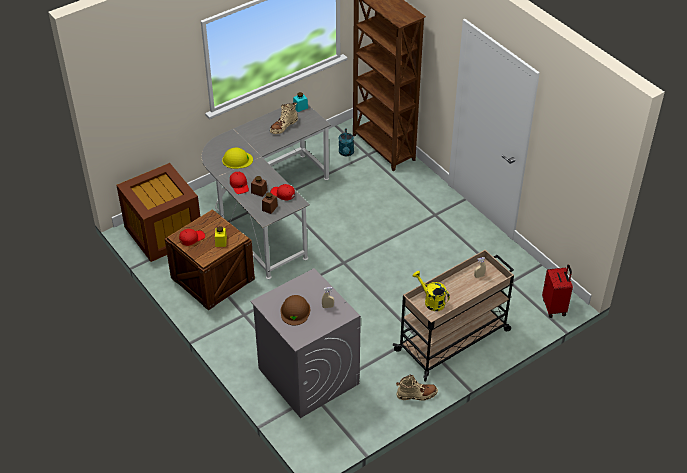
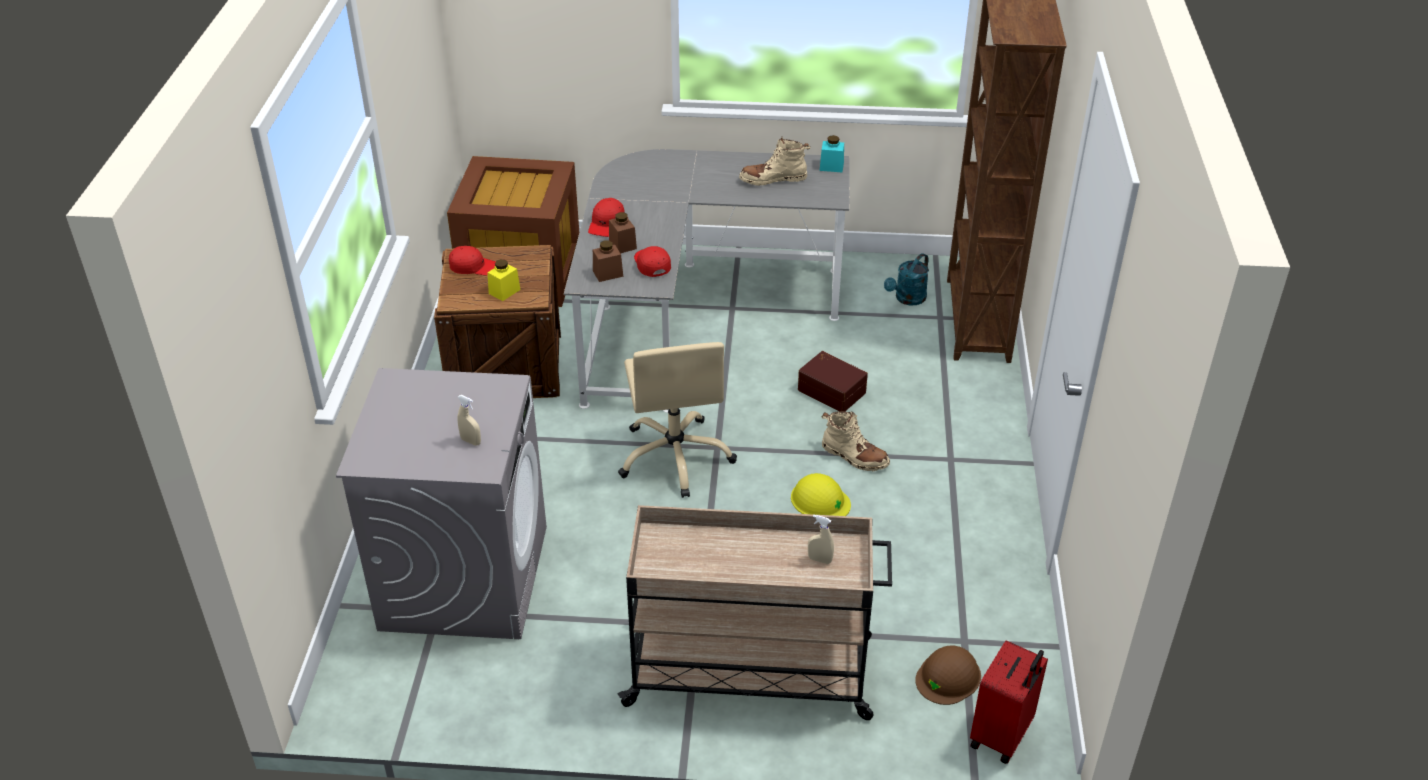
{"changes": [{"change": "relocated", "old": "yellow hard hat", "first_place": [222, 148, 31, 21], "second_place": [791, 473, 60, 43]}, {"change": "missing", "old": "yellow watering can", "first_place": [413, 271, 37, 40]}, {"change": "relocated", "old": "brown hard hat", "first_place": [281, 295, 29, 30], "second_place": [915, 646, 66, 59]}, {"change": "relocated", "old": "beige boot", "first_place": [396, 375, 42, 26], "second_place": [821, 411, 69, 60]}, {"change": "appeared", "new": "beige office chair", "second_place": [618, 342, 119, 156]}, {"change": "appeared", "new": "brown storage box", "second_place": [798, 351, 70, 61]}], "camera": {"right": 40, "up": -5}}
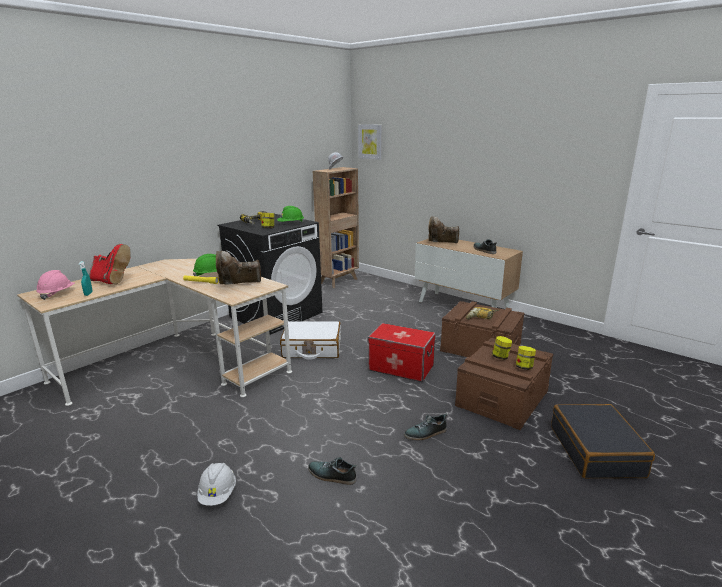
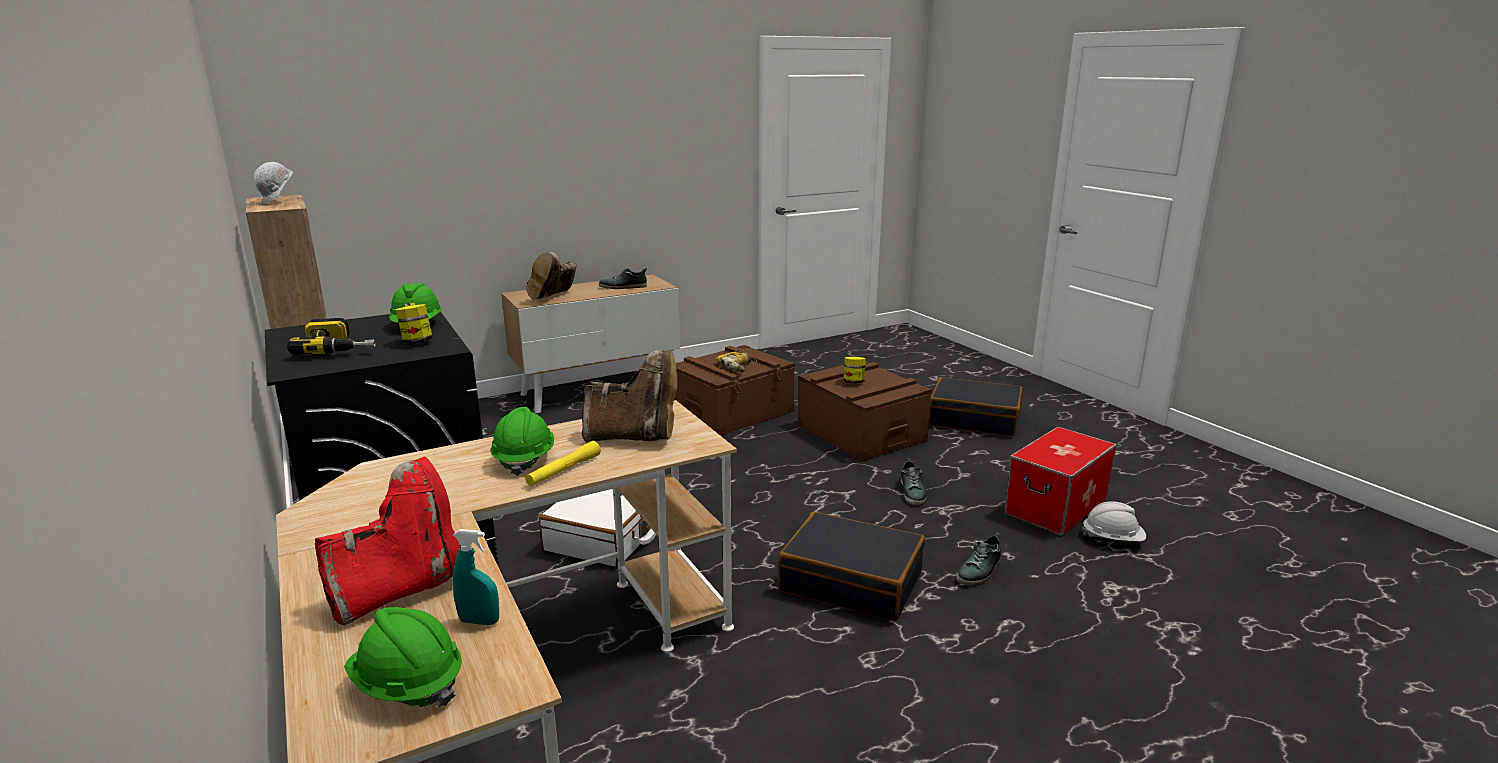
{"changes": [{"change": "missing", "old": "picture", "first_place": [358, 124, 24, 36]}, {"change": "spun", "old": "brown boot", "first_place": [216, 251, 45, 33], "second_place": [582, 350, 96, 93], "degrees": -90}, {"change": "colour", "old": "pink hard hat", "new": "green hard hat", "first_place": [36, 270, 39, 30], "second_place": [344, 607, 118, 101]}, {"change": "relocated", "old": "storage box", "first_place": [368, 323, 68, 59], "second_place": [1004, 427, 113, 109]}, {"change": "missing", "old": "jar", "first_place": [516, 346, 20, 24]}, {"change": "relocated", "old": "white hard hat", "first_place": [197, 463, 39, 43], "second_place": [1082, 501, 64, 40]}, {"change": "appeared", "new": "black suitcase", "second_place": [778, 512, 147, 109]}], "camera": {"right": -70, "up": 0}}
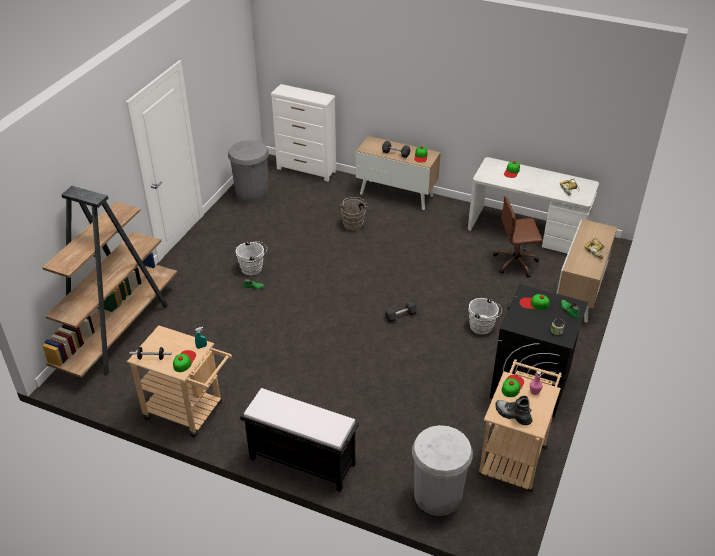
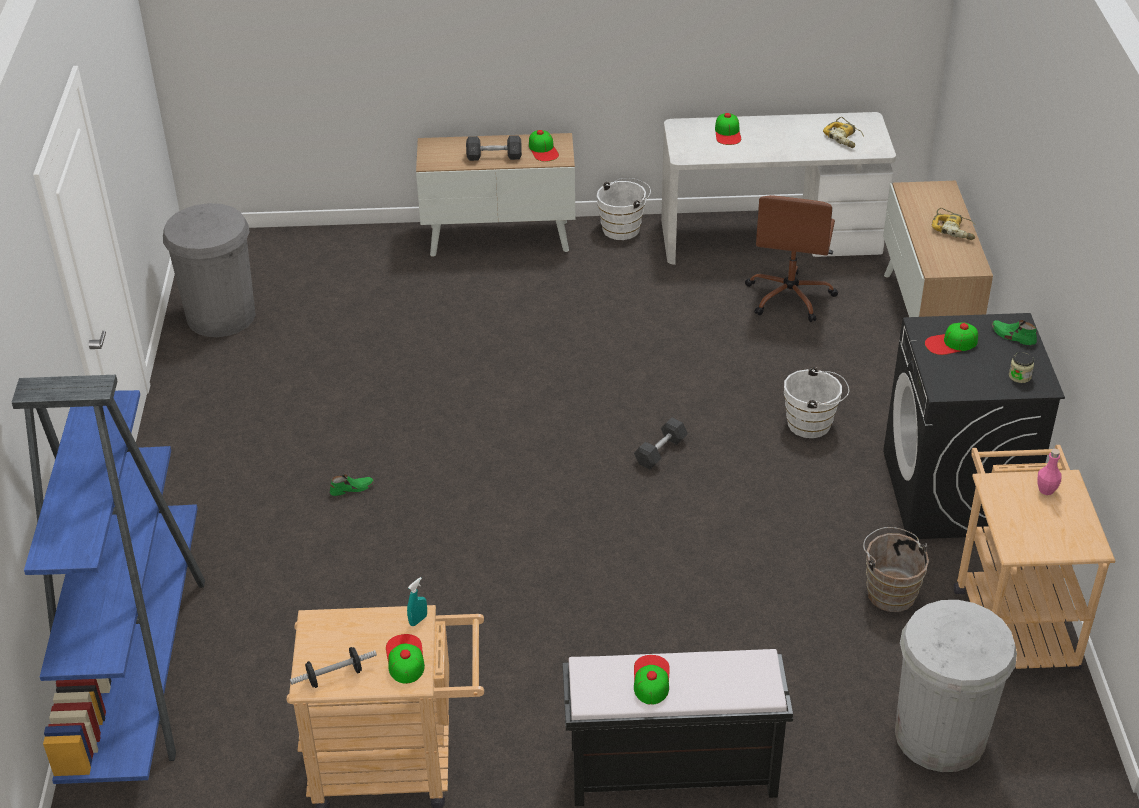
{"changes": [{"change": "missing", "old": "white dresser", "first_place": [271, 84, 65, 97]}, {"change": "colour", "old": "brown bookcase", "new": "blue bookcase", "first_place": [42, 186, 135, 192], "second_place": [12, 375, 193, 409]}, {"change": "spun", "old": "brown office chair", "first_place": [493, 196, 50, 82], "second_place": [745, 195, 93, 127], "degrees": -45}, {"change": "relocated", "old": "brown bucket", "first_place": [341, 197, 25, 34], "second_place": [863, 527, 66, 85]}, {"change": "relocated", "old": "white bucket", "first_place": [235, 241, 32, 34], "second_place": [597, 178, 54, 62]}, {"change": "relocated", "old": "cap", "first_place": [502, 375, 22, 22], "second_place": [634, 655, 36, 50]}, {"change": "missing", "old": "boot", "first_place": [495, 396, 38, 29]}], "camera": {"right": -25, "up": 0}}
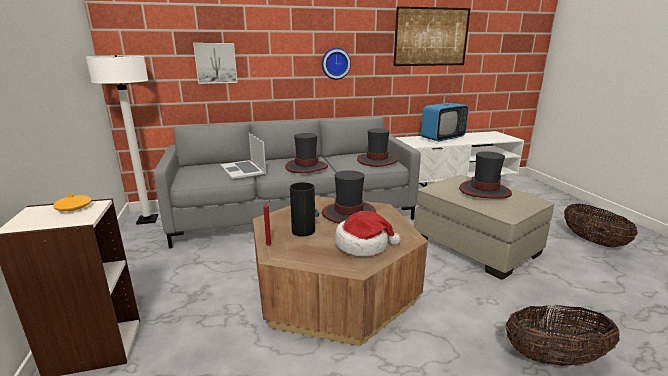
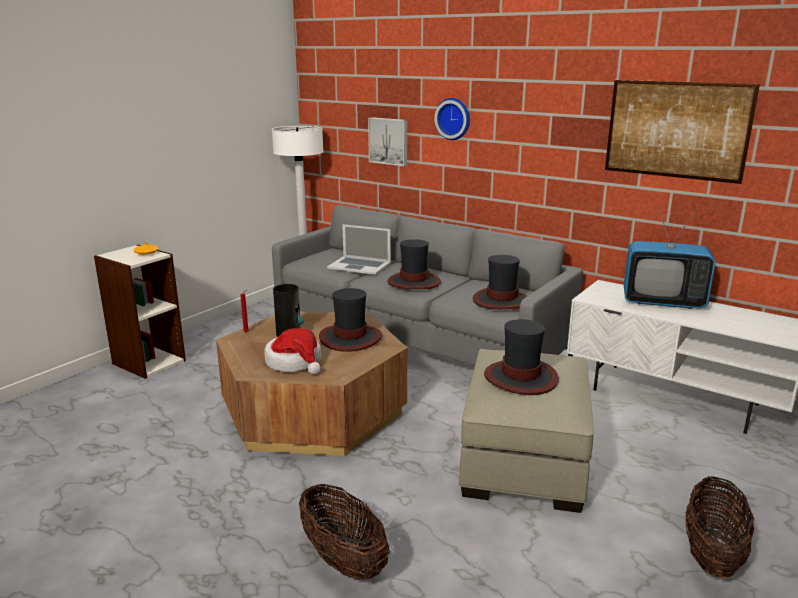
{"changes": [{"change": "relocated", "old": "wall clock", "first_place": [322, 48, 29, 32], "second_place": [434, 98, 36, 42]}, {"change": "spun", "old": "laptop", "first_place": [220, 133, 46, 46], "second_place": [327, 224, 64, 51], "degrees": -90}], "camera": {"right": 50, "up": 0}}
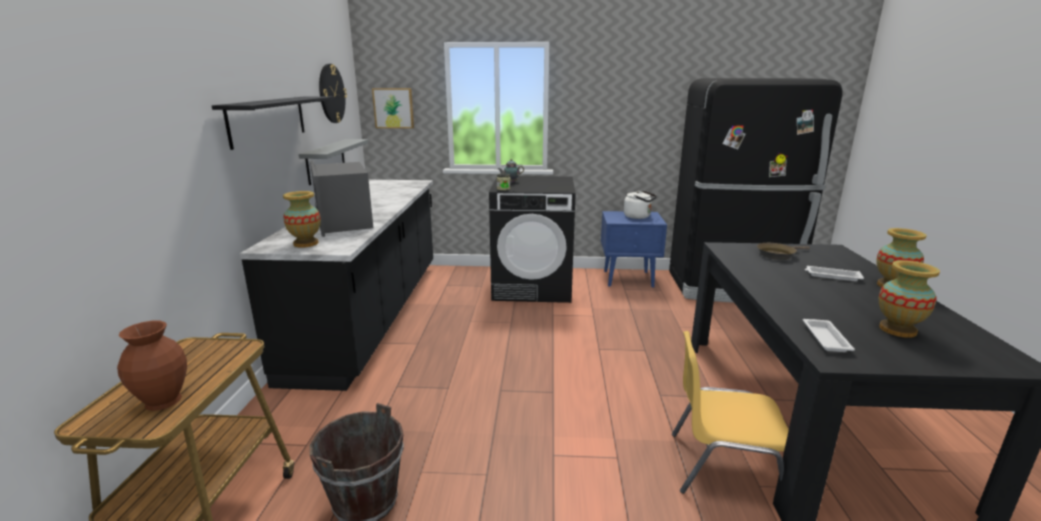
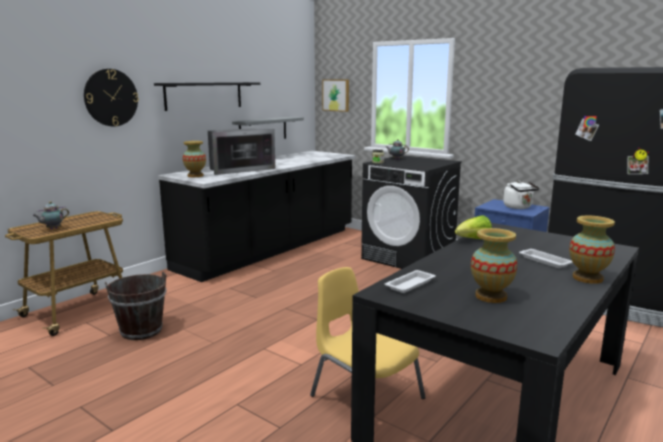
{"changes": [{"change": "relocated", "old": "wall clock", "first_place": [319, 64, 28, 59], "second_place": [84, 69, 55, 57]}, {"change": "spun", "old": "microwave", "first_place": [310, 161, 63, 76], "second_place": [208, 128, 67, 47], "degrees": -135}, {"change": "missing", "old": "brown frying pan", "first_place": [757, 243, 53, 17]}, {"change": "exchanged", "old": "brown vase", "new": "teapot", "first_place": [117, 321, 70, 90], "second_place": [32, 201, 37, 28]}, {"change": "appeared", "new": "lettuce", "second_place": [455, 215, 37, 24]}], "camera": {"right": 35, "up": -5}}
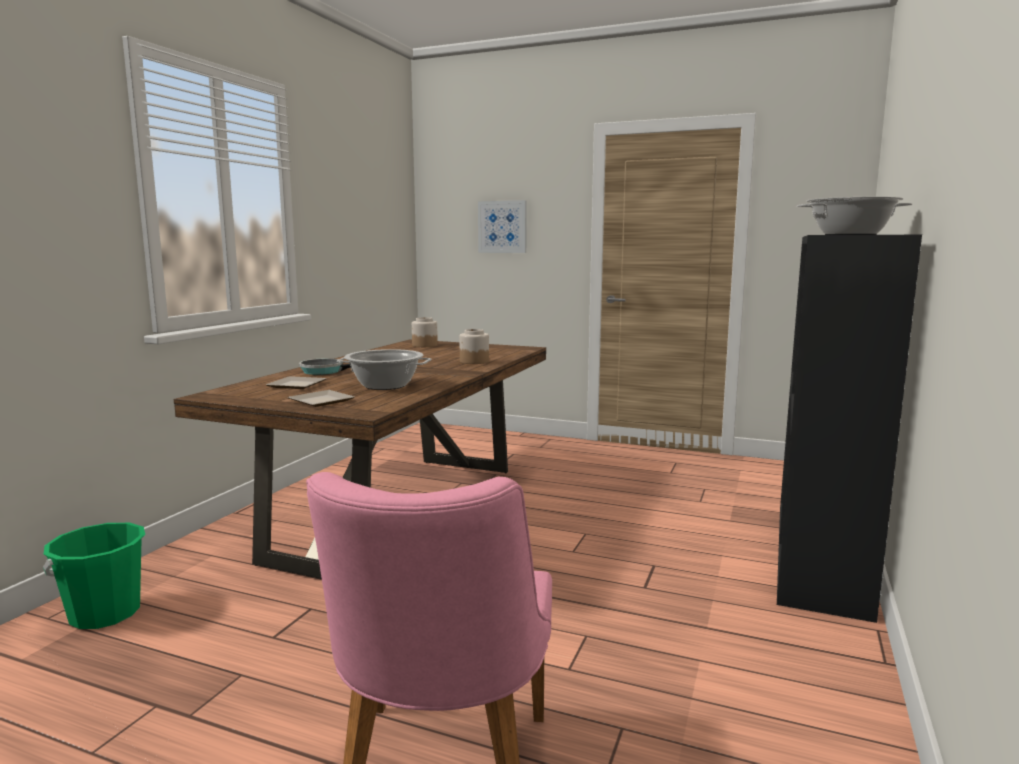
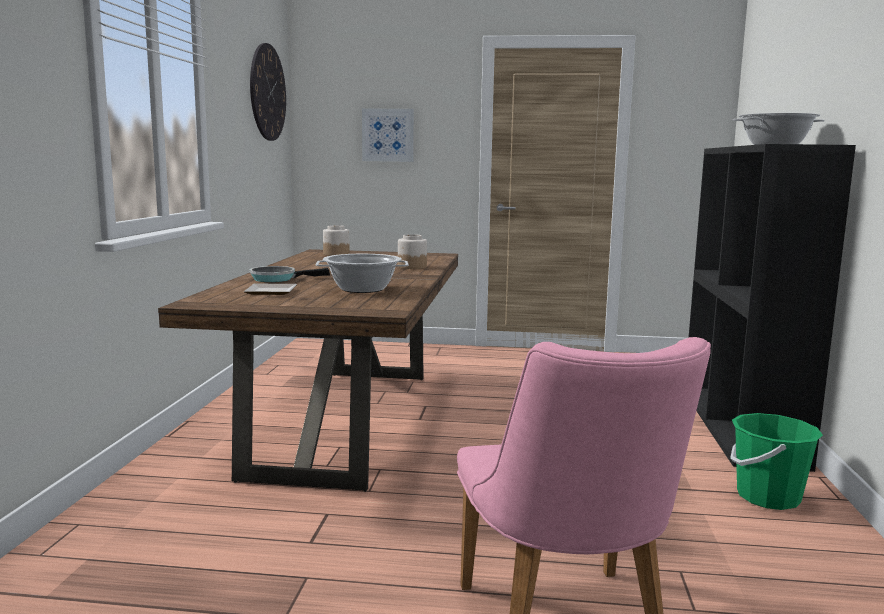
{"changes": [{"change": "missing", "old": "plate", "first_place": [288, 390, 67, 17]}, {"change": "relocated", "old": "green bucket", "first_place": [43, 523, 102, 106], "second_place": [730, 413, 93, 97]}, {"change": "appeared", "new": "wall clock", "second_place": [250, 43, 36, 98]}], "camera": {"right": -15, "up": 0}}
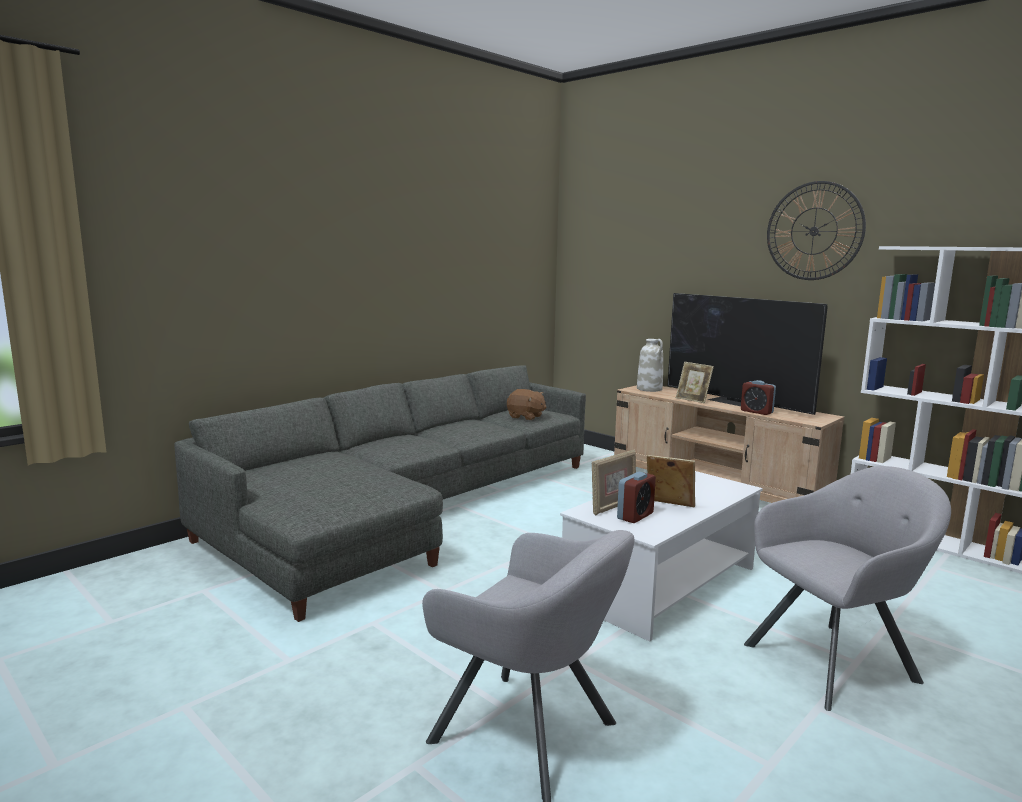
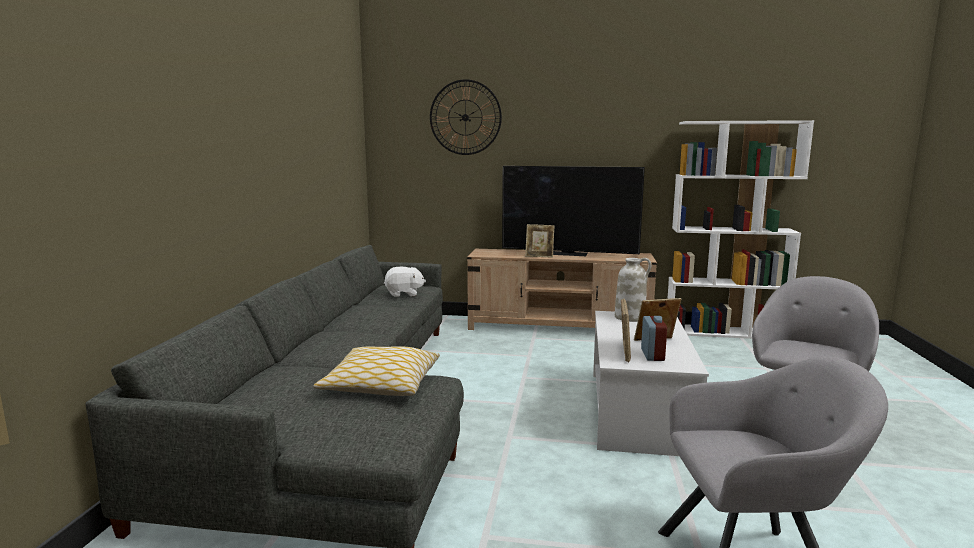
{"changes": [{"change": "relocated", "old": "wall clock", "first_place": [767, 181, 99, 99], "second_place": [430, 79, 72, 76]}, {"change": "relocated", "old": "white vase", "first_place": [637, 339, 26, 53], "second_place": [615, 258, 36, 64]}, {"change": "missing", "old": "alarm clock", "first_place": [741, 380, 35, 35]}, {"change": "colour", "old": "brown plush toy", "new": "white plush toy", "first_place": [507, 389, 40, 31], "second_place": [384, 267, 42, 30]}, {"change": "appeared", "new": "pillow", "second_place": [313, 346, 127, 50]}], "camera": {"right": -35, "up": 0}}
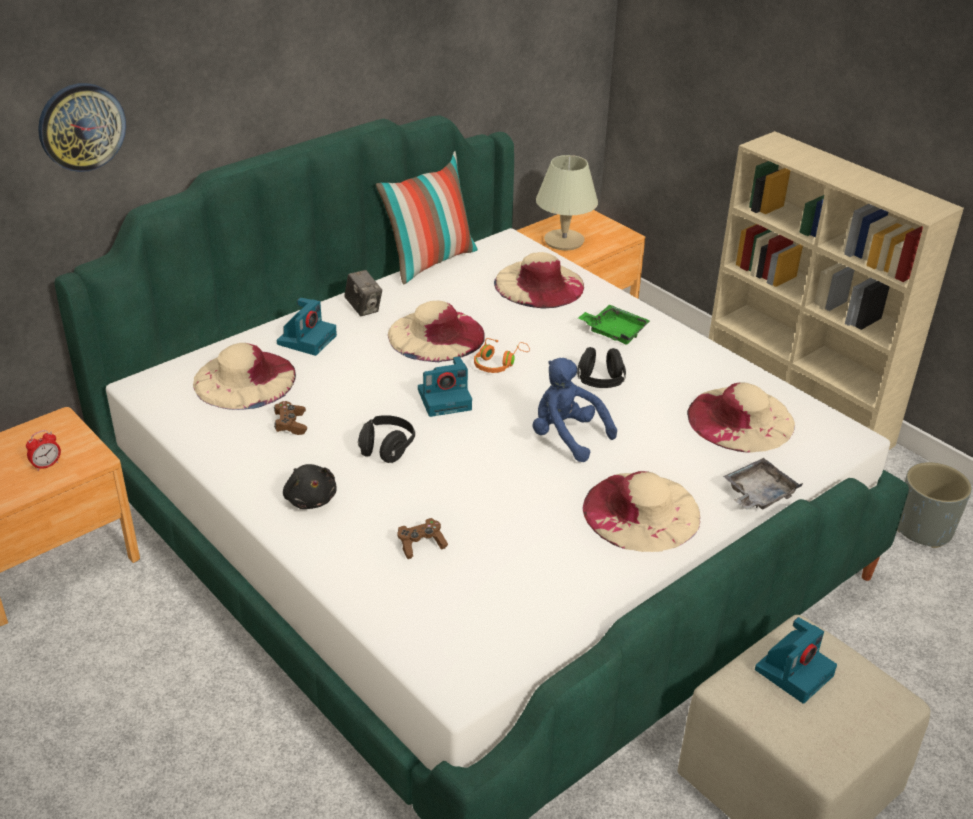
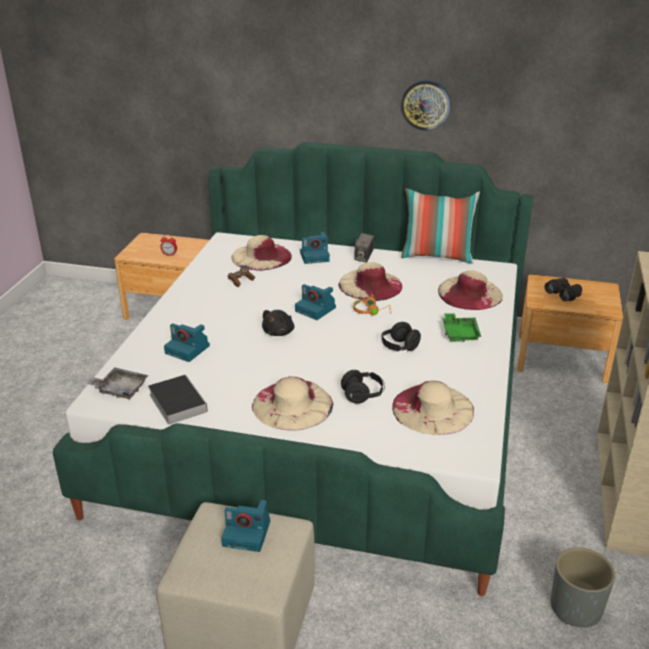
{"changes": [{"change": "relocated", "old": "wall clock", "first_place": [38, 83, 88, 89], "second_place": [401, 80, 50, 51]}, {"change": "exchanged", "old": "beige table lamp", "new": "black binoculars", "first_place": [536, 155, 62, 95], "second_place": [545, 278, 37, 23]}, {"change": "missing", "old": "blue plush toy", "first_place": [533, 358, 84, 104]}, {"change": "relocated", "old": "black headphones", "first_place": [358, 415, 57, 48], "second_place": [341, 370, 44, 34]}, {"change": "relocated", "old": "grey tray", "first_place": [723, 458, 80, 51], "second_place": [88, 367, 61, 32]}, {"change": "relocated", "old": "black plush toy", "first_place": [283, 464, 54, 45], "second_place": [262, 310, 32, 26]}, {"change": "exchanged", "old": "brown game controller", "new": "photo camera", "first_place": [397, 518, 51, 41], "second_place": [164, 323, 46, 39]}, {"change": "appeared", "new": "book", "second_place": [148, 375, 60, 49]}], "camera": {"right": 55, "up": -5}}
